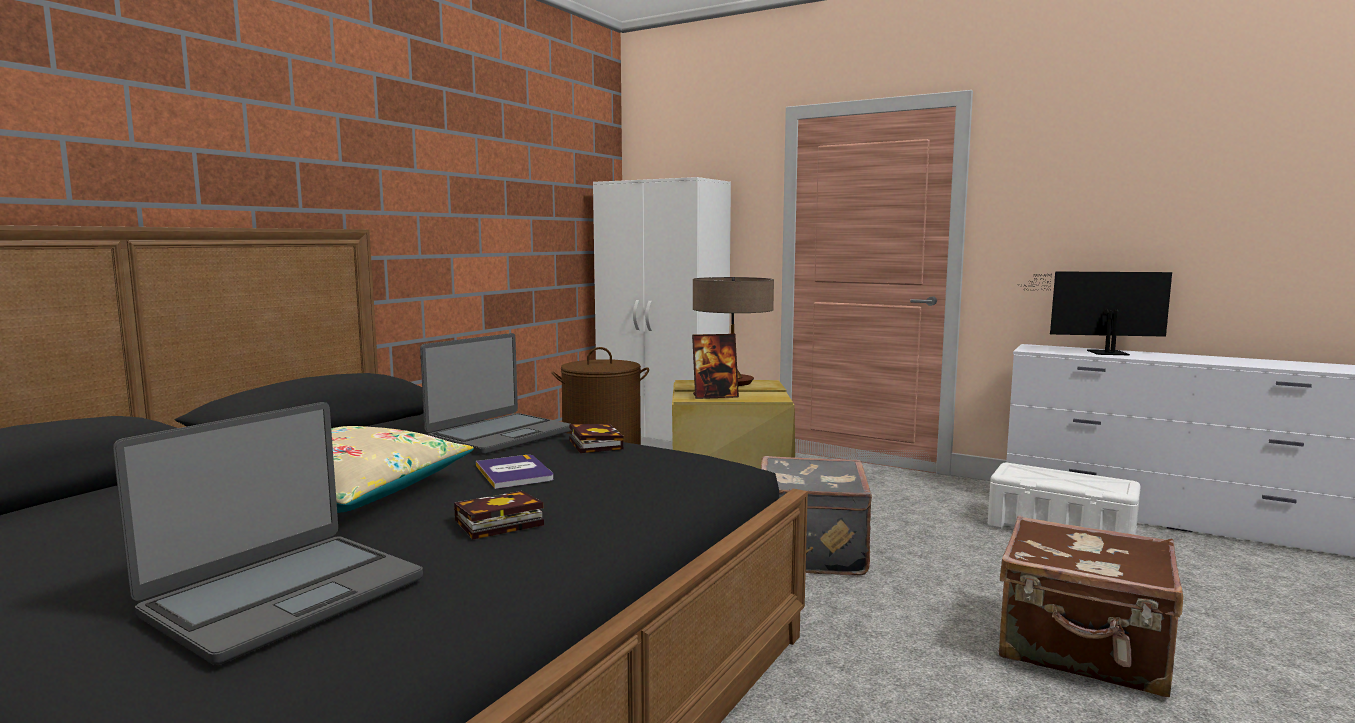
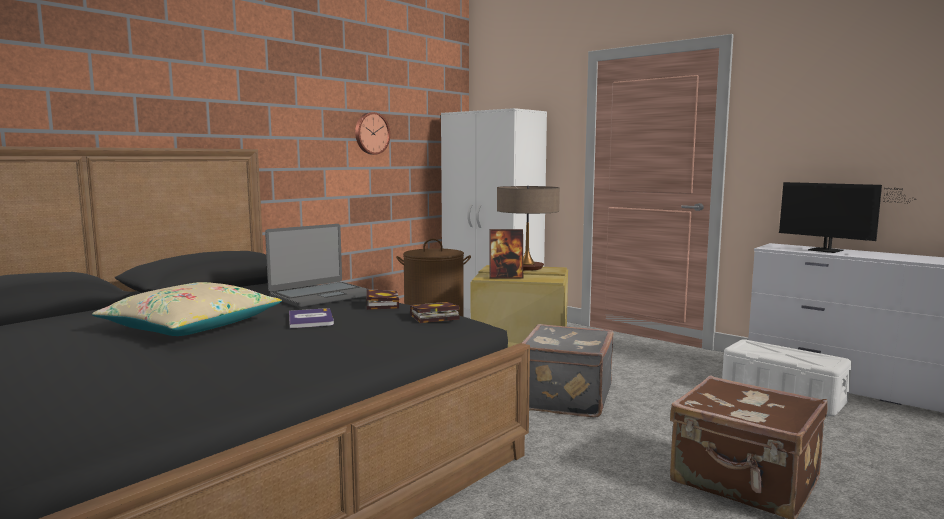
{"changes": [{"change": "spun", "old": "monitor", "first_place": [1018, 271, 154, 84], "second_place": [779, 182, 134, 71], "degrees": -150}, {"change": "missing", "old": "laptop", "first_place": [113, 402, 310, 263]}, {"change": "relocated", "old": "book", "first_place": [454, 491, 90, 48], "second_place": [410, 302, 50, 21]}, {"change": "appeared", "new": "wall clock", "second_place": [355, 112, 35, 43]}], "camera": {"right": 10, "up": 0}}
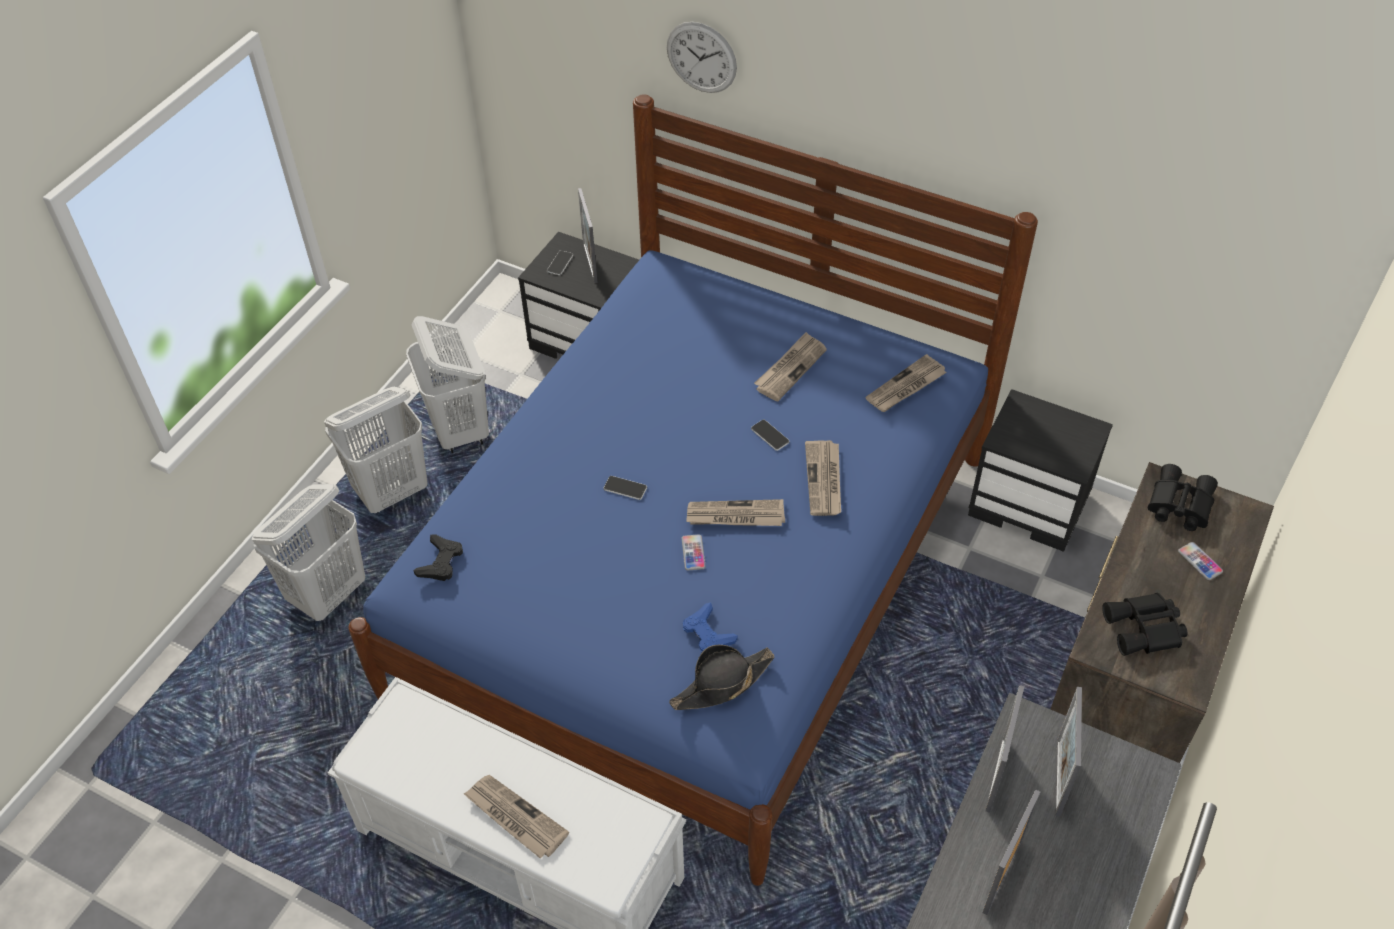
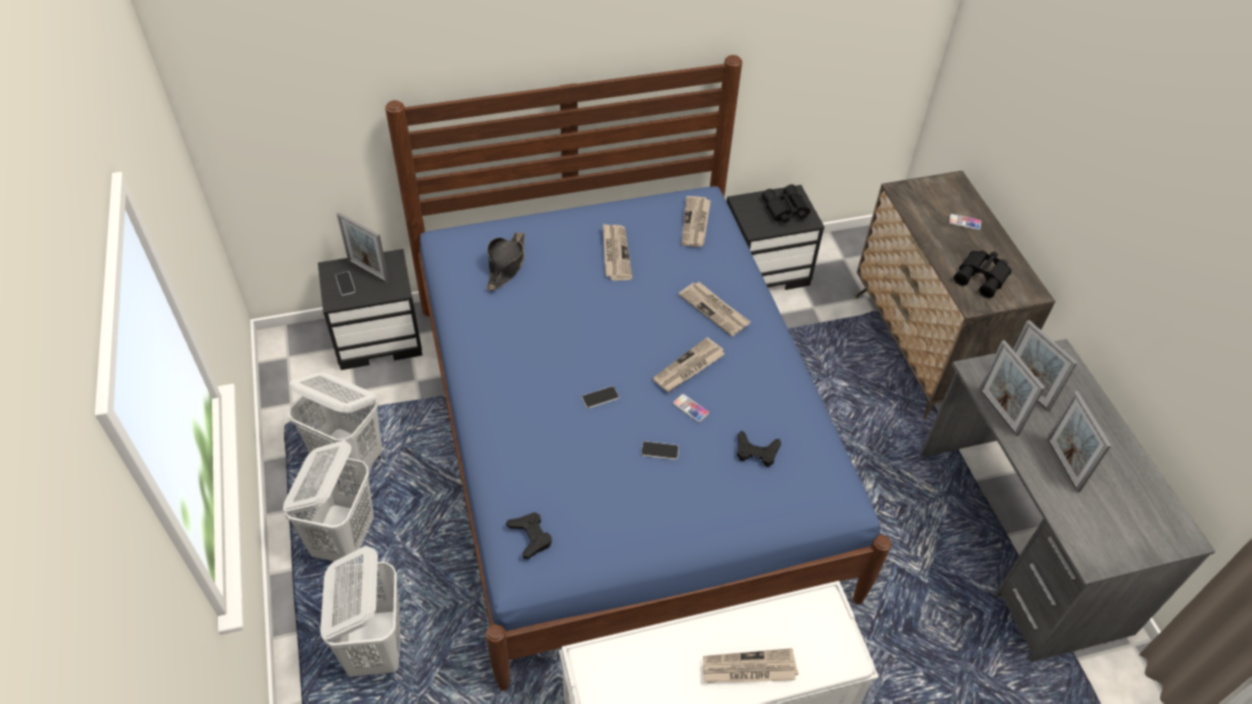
{"changes": [{"change": "missing", "old": "wall clock", "first_place": [667, 22, 70, 71]}, {"change": "relocated", "old": "phone", "first_place": [751, 420, 39, 31], "second_place": [641, 441, 38, 19]}, {"change": "relocated", "old": "black binoculars", "first_place": [1148, 464, 70, 67], "second_place": [762, 184, 48, 40]}, {"change": "colour", "old": "blue game controller", "new": "black game controller", "first_place": [683, 602, 55, 51], "second_place": [737, 431, 44, 36]}, {"change": "relocated", "old": "black hat", "first_place": [669, 645, 105, 65], "second_place": [487, 232, 38, 59]}], "camera": {"right": -45, "up": 0}}
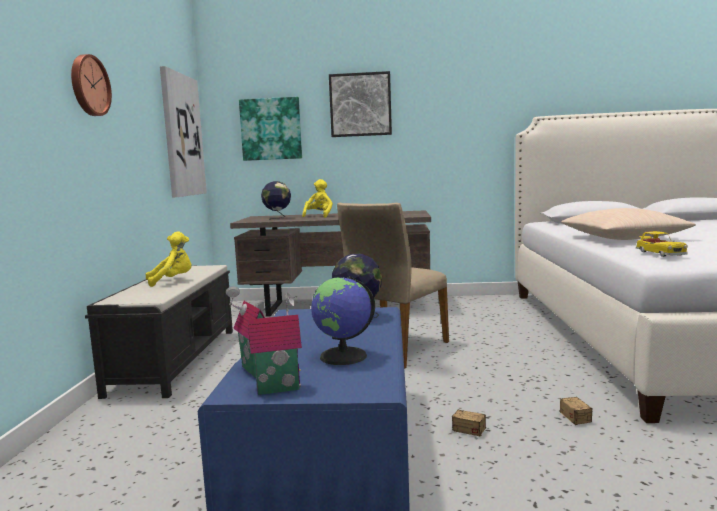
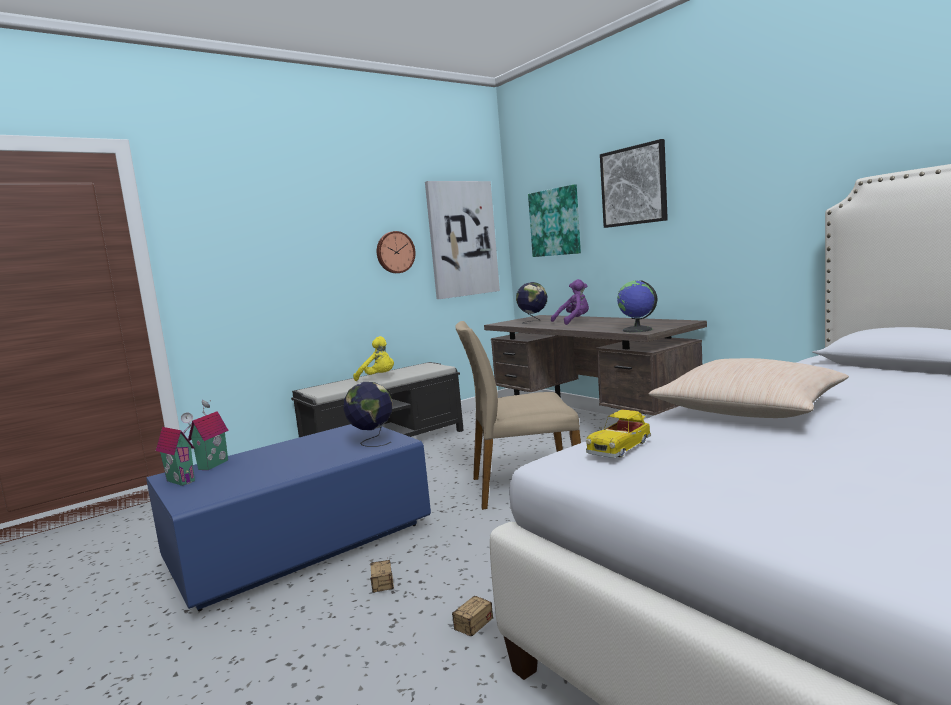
{"changes": [{"change": "relocated", "old": "wall clock", "first_place": [71, 54, 41, 62], "second_place": [377, 231, 39, 42]}, {"change": "colour", "old": "yellow plush toy", "new": "purple plush toy", "first_place": [302, 179, 31, 39], "second_place": [551, 279, 38, 46]}, {"change": "relocated", "old": "globe", "first_place": [311, 277, 64, 88], "second_place": [617, 280, 40, 52]}], "camera": {"right": 50, "up": 0}}
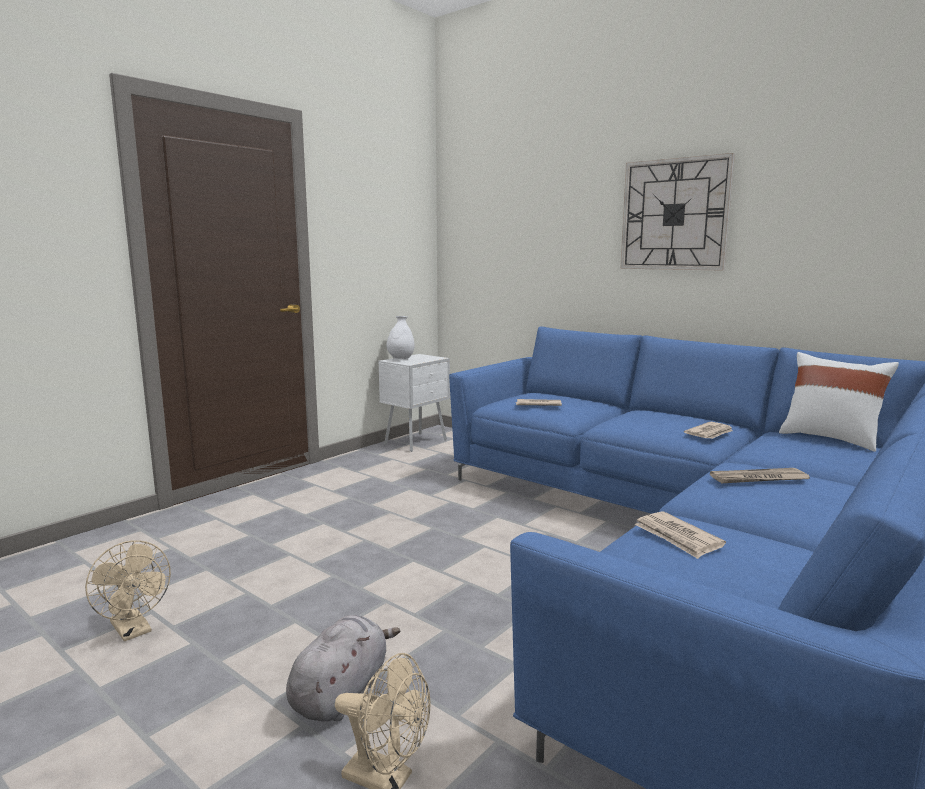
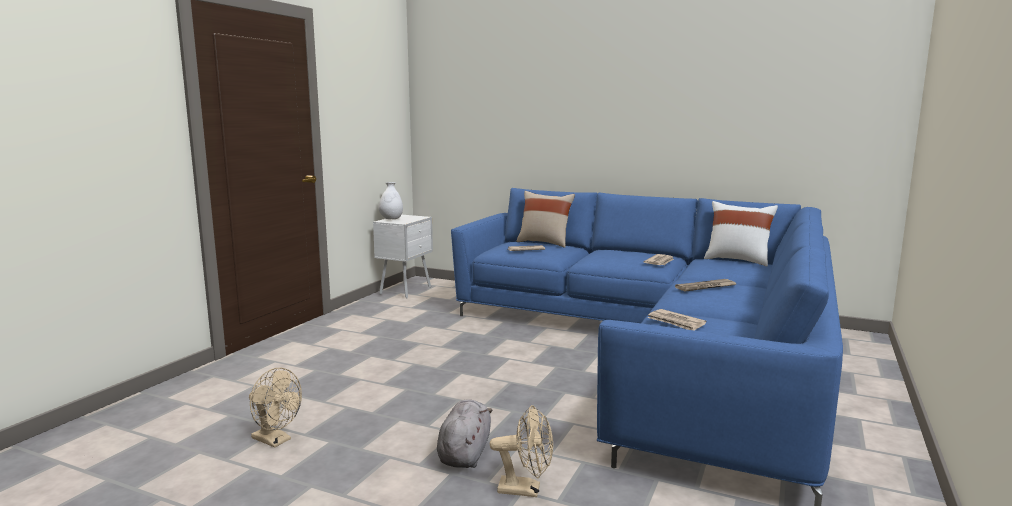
{"changes": [{"change": "missing", "old": "wall clock", "first_place": [620, 153, 115, 118]}, {"change": "appeared", "new": "beige pillow", "second_place": [516, 191, 59, 57]}], "camera": {"right": -15, "up": 0}}
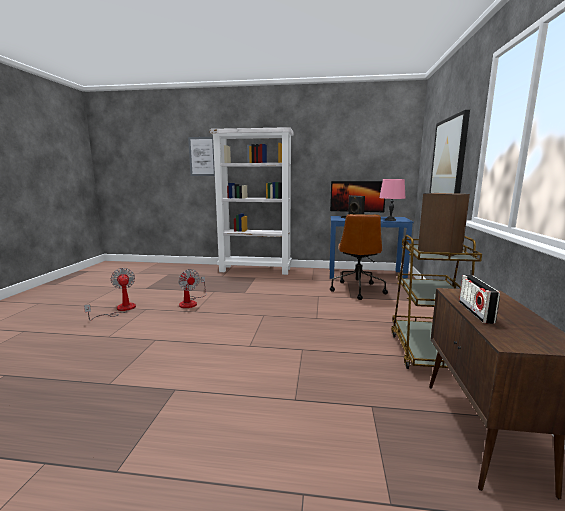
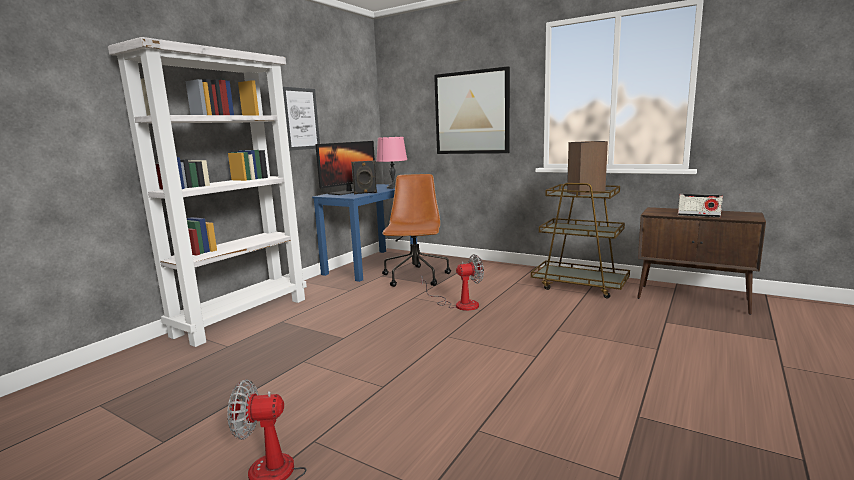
{"changes": [{"change": "relocated", "old": "picture", "first_place": [188, 137, 27, 39], "second_place": [283, 87, 37, 64]}, {"change": "spun", "old": "brown office chair", "first_place": [330, 214, 58, 86], "second_place": [382, 174, 69, 113], "degrees": -120}, {"change": "relocated", "old": "fan", "first_place": [178, 269, 29, 39], "second_place": [421, 254, 63, 57]}], "camera": {"right": -65, "up": 0}}
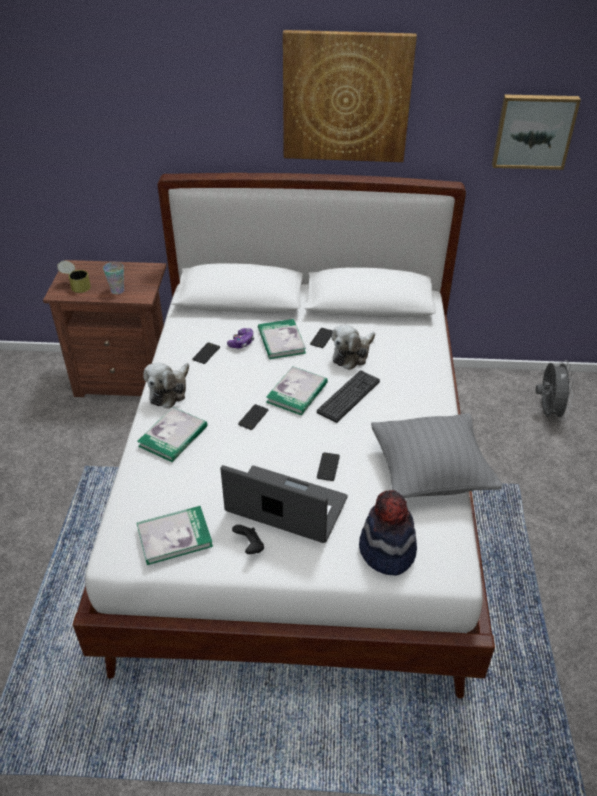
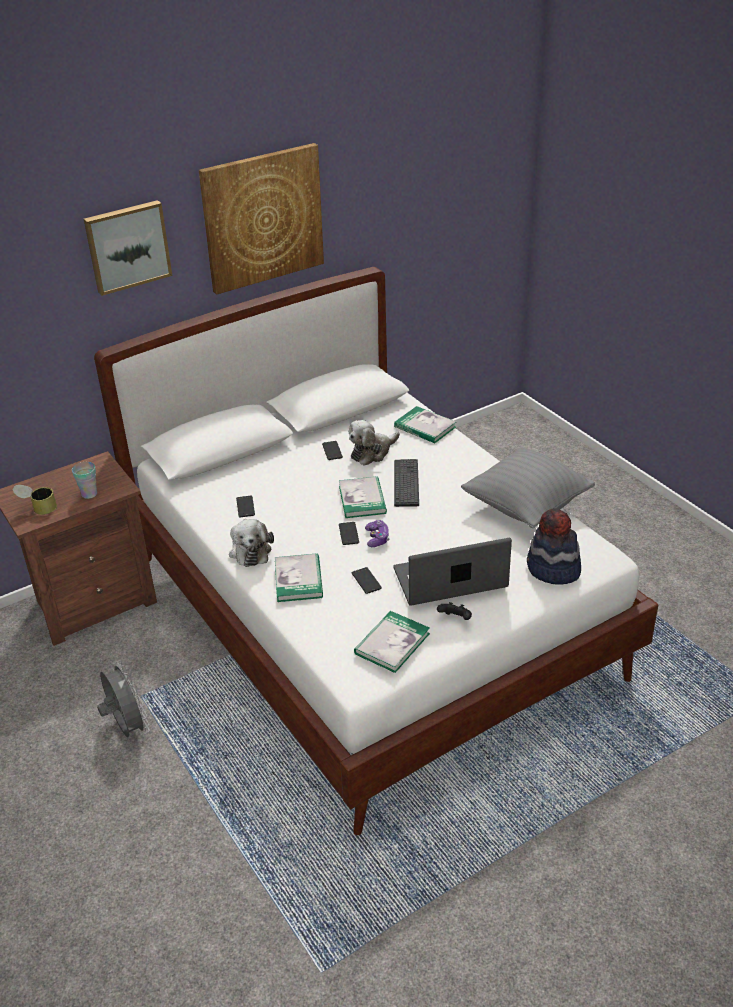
{"changes": [{"change": "relocated", "old": "picture", "first_place": [492, 94, 89, 76], "second_place": [84, 200, 88, 96]}, {"change": "relocated", "old": "book", "first_place": [258, 319, 48, 40], "second_place": [394, 406, 62, 37]}, {"change": "spun", "old": "plush toy", "first_place": [332, 325, 43, 45], "second_place": [349, 420, 51, 46], "degrees": 45}, {"change": "relocated", "old": "game controller", "first_place": [227, 328, 27, 20], "second_place": [365, 520, 25, 27]}, {"change": "relocated", "old": "grey fan", "first_place": [536, 360, 38, 60], "second_place": [97, 661, 53, 76]}, {"change": "relocated", "old": "phone", "first_place": [317, 452, 23, 29], "second_place": [352, 567, 30, 27]}], "camera": {"right": -35, "up": -5}}
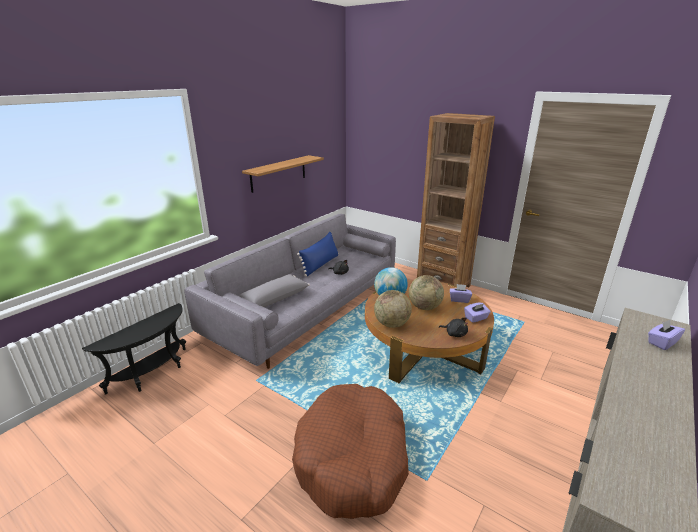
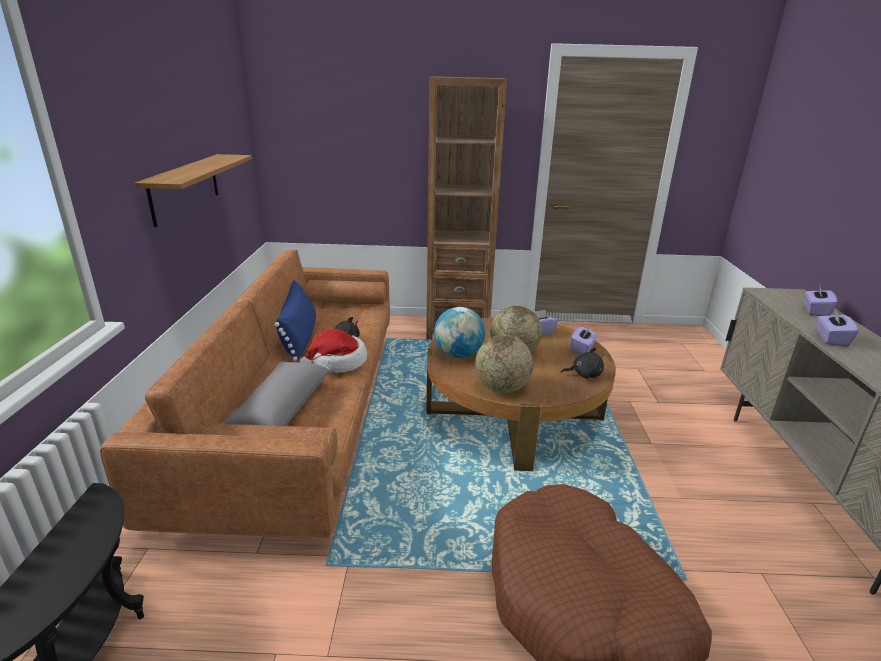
{"changes": [{"change": "colour", "old": "grey sofa", "new": "brown sofa", "first_place": [184, 214, 212, 155], "second_place": [100, 250, 290, 288]}, {"change": "appeared", "new": "purple tissue box", "second_place": [817, 310, 42, 37]}, {"change": "appeared", "new": "hat", "second_place": [299, 329, 68, 44]}], "camera": {"right": -35, "up": 0}}
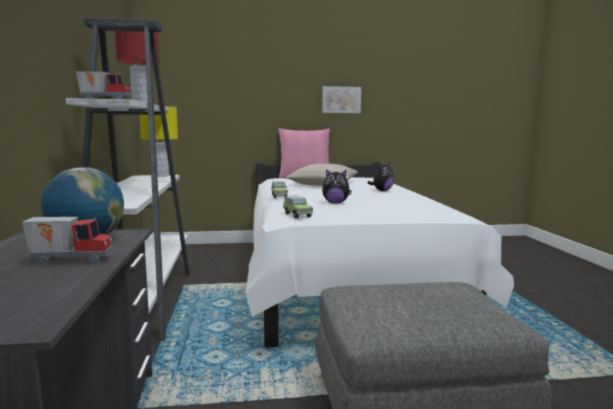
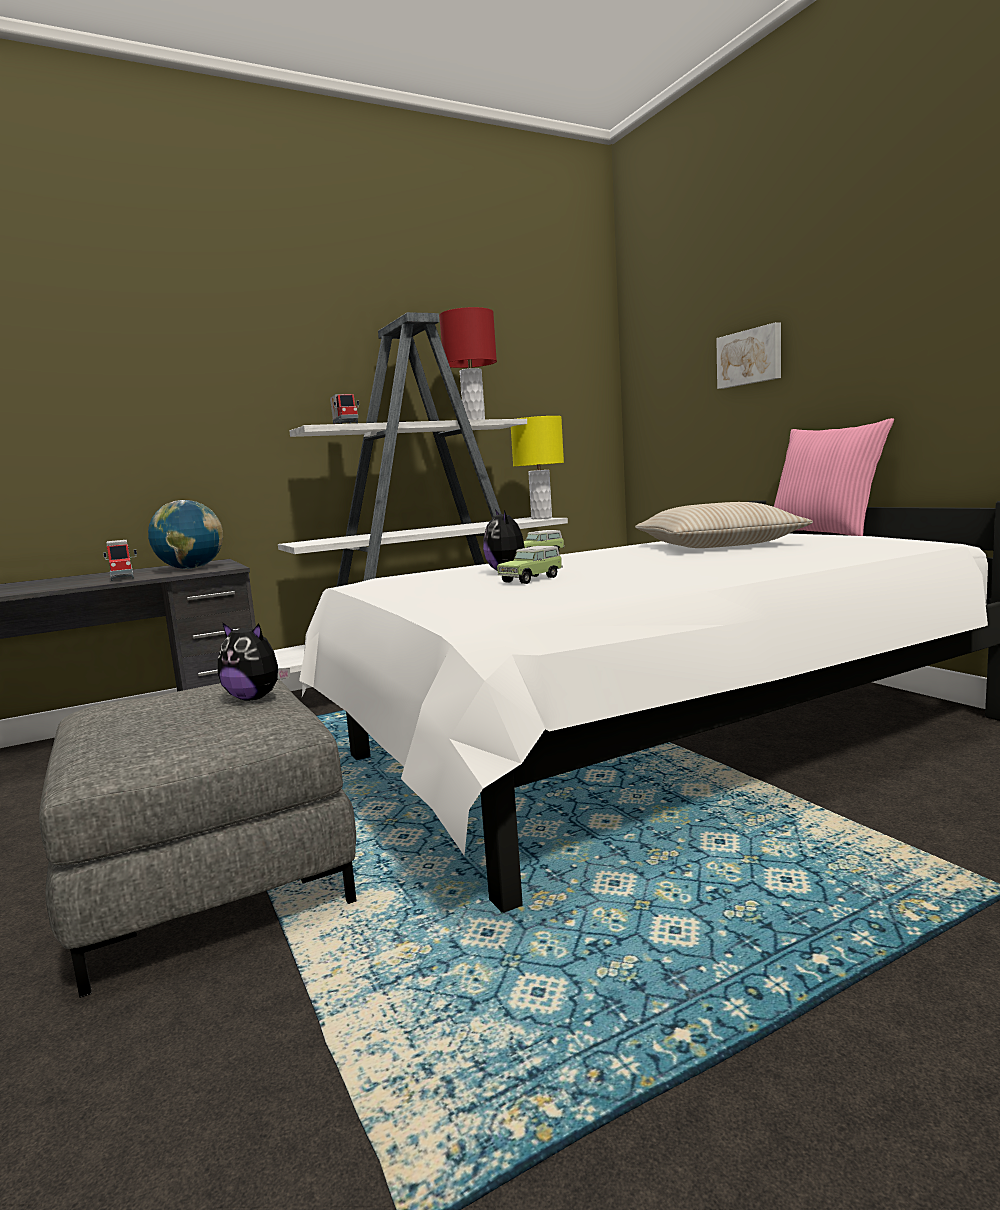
{"changes": [{"change": "relocated", "old": "picture", "first_place": [322, 86, 39, 27], "second_place": [716, 322, 65, 67]}, {"change": "relocated", "old": "plush toy", "first_place": [368, 162, 26, 29], "second_place": [218, 622, 72, 78]}, {"change": "relocated", "old": "toy car", "first_place": [283, 195, 30, 23], "second_place": [497, 546, 66, 38]}], "camera": {"right": 70, "up": 0}}
